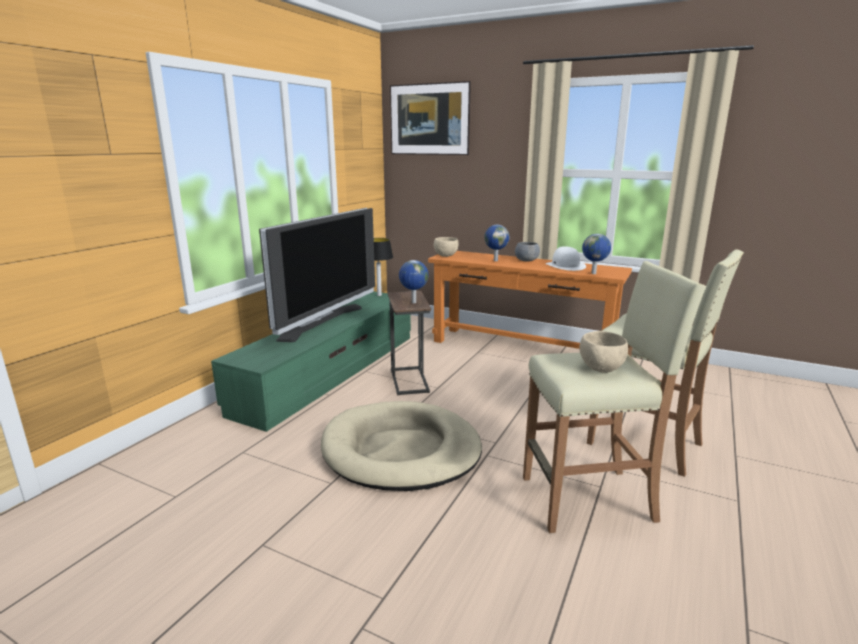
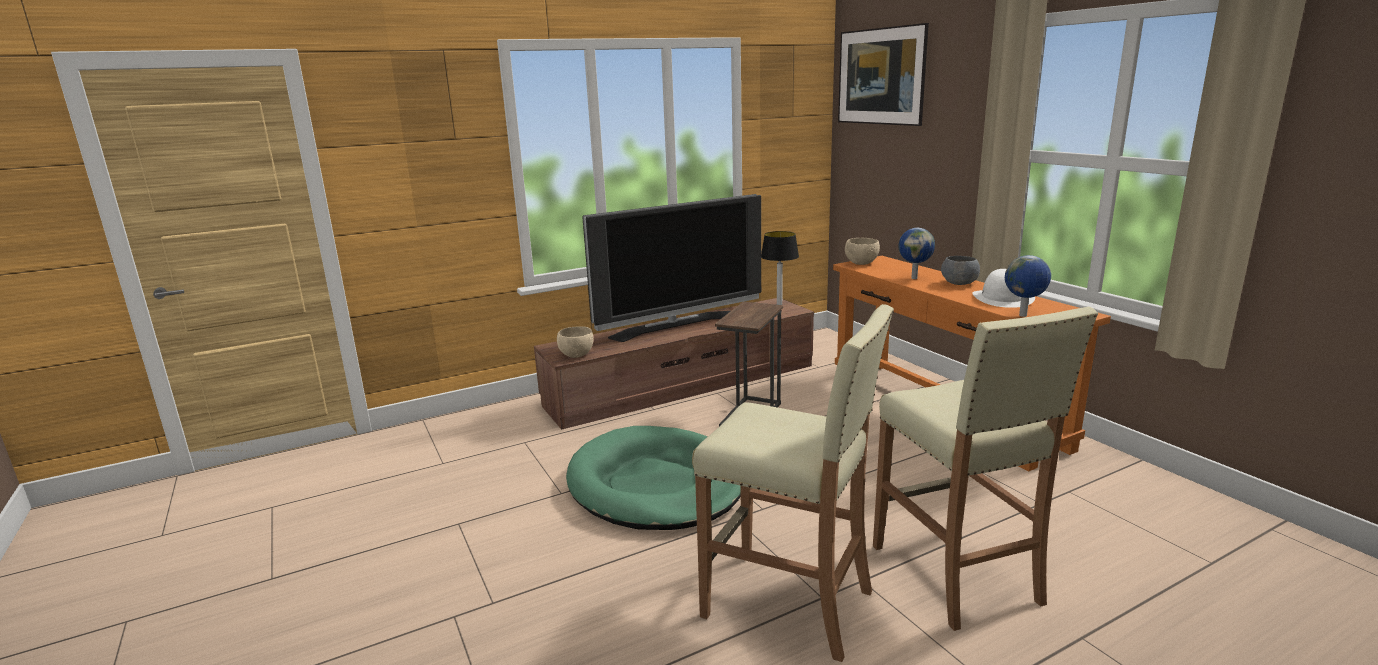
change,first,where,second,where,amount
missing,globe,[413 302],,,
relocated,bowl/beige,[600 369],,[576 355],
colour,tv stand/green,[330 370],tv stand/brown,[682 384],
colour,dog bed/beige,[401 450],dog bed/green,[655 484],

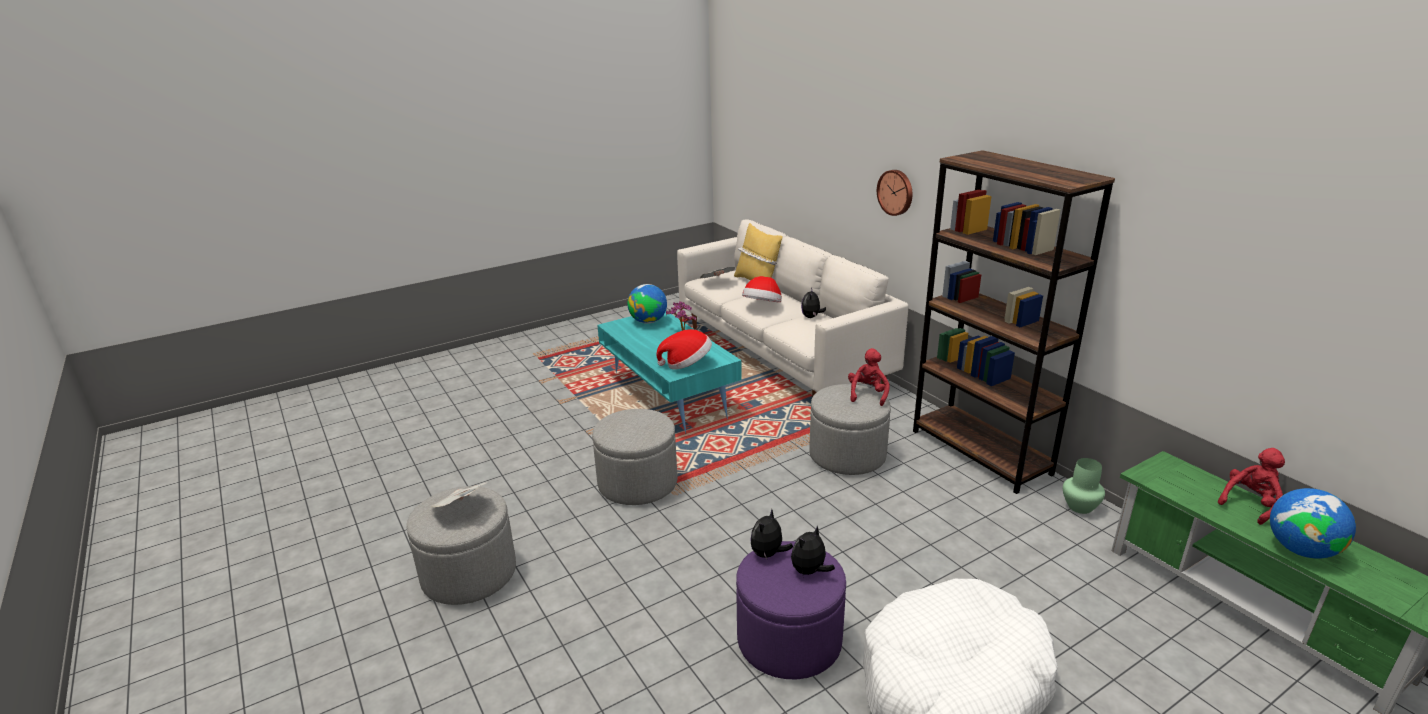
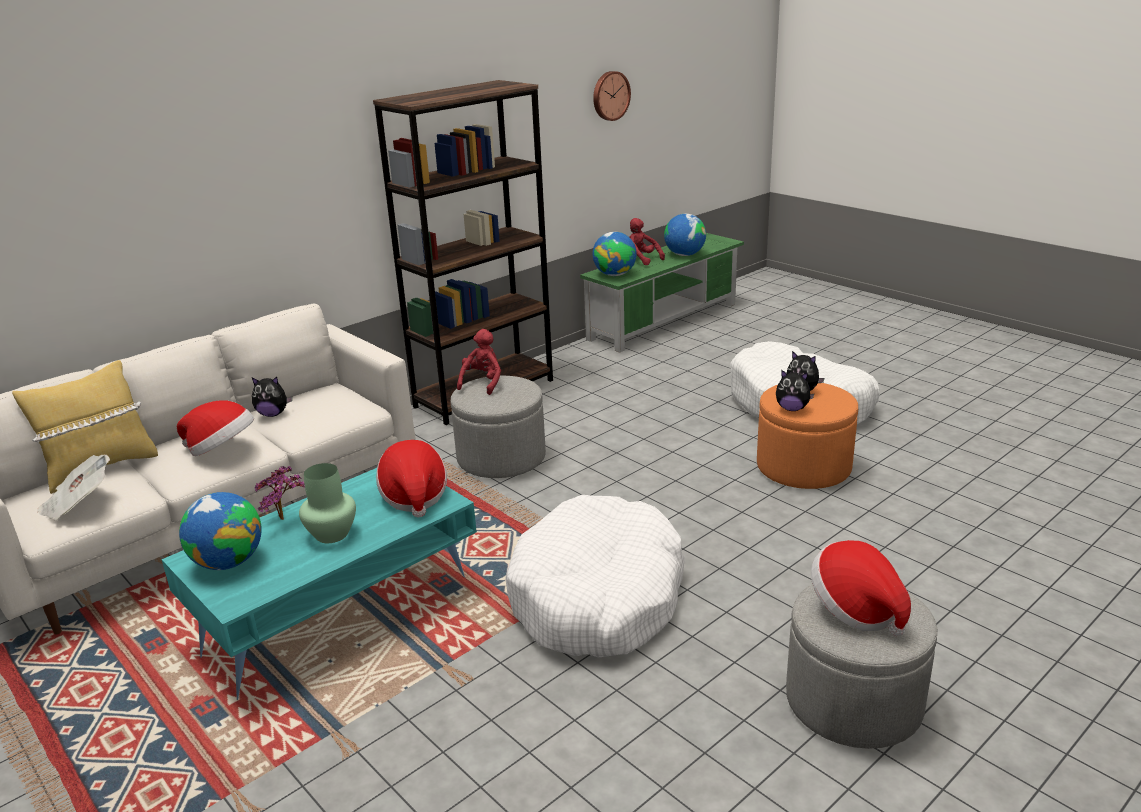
change,first,where,second,where,amount
appeared,,,globe,[615 274],
relocated,wall clock,[896 192],,[610 95],
relocated,vase/green,[1079 506],,[331 534],
exchanged,newspaper,[461 508],hat,[856 609],
exchanged,ottoman/grey,[638 483],dog bed/white,[597 597],
colour,ottoman/purple,[789 640],ottoman/orange,[803 467],
spun,plush toy/red,[867 394],,[482 383],105 degrees clockwise

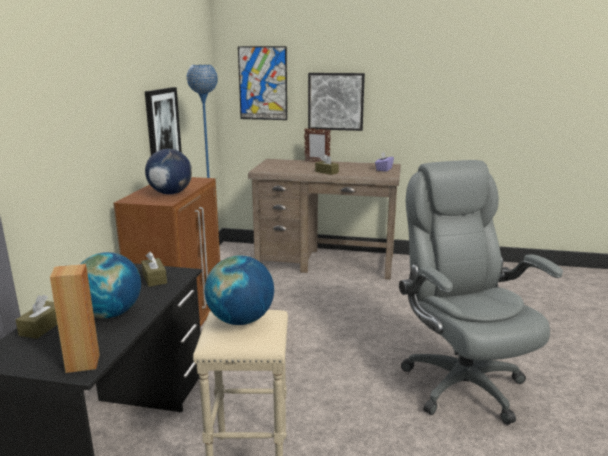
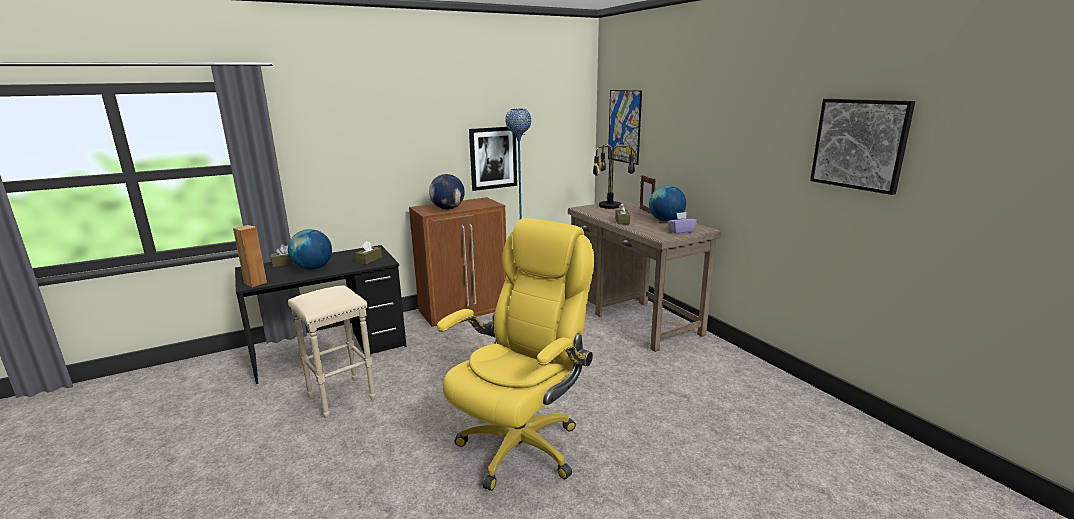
change,first,where,second,where,amount
appeared,,,table lamp,[609 206],
relocated,globe,[240 320],,[666 221],
relocated,picture,[336 101],,[859 144],
colour,office chair/grey,[461 384],office chair/yellow,[521 446],

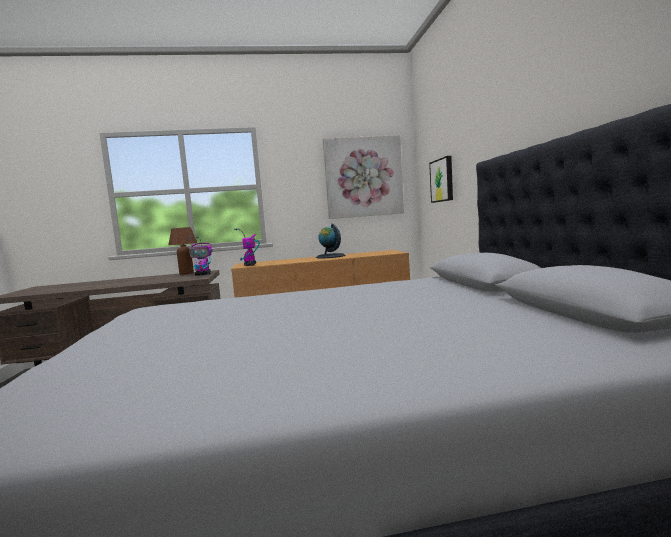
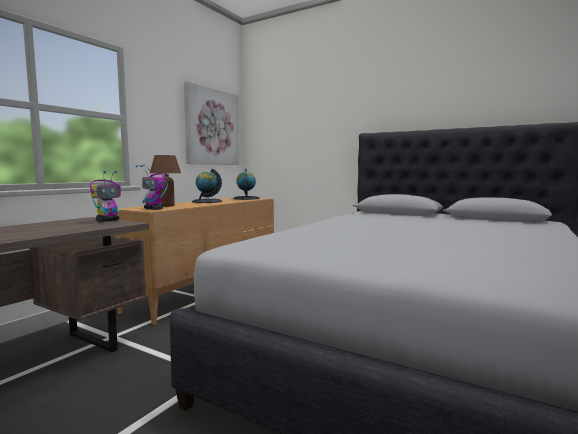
change,first,where,second,where,amount
missing,picture,[442 180],,,
appeared,,,globe,[246 198],
relocated,table lamp/brown,[186 273],,[166 206],

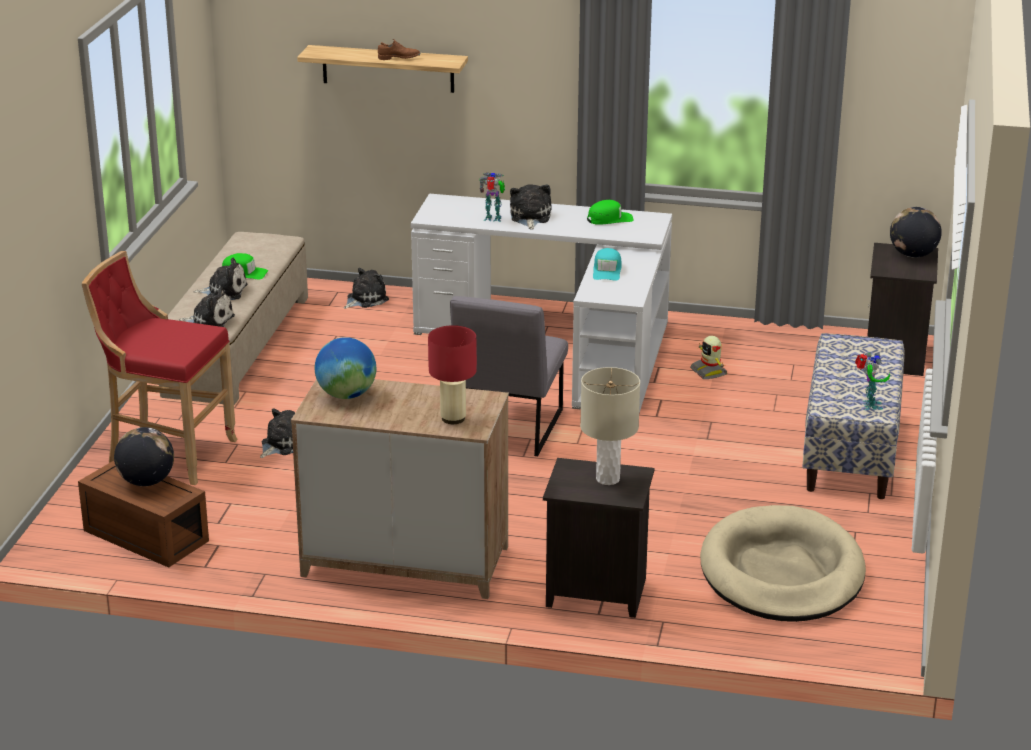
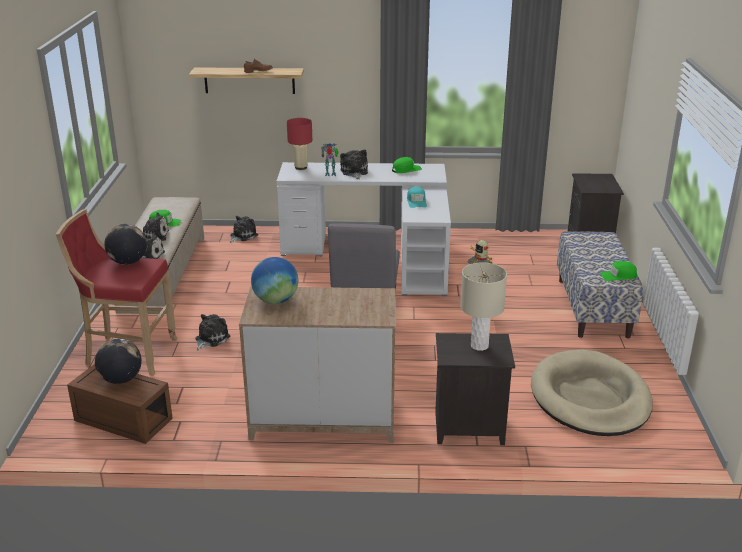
change,first,where,second,where,amount
relocated,table lamp/red,[452 419],,[300 167],
relocated,globe,[913 255],,[128 262],
exchanged,toy robot,[869 405],cap/green,[618 276],

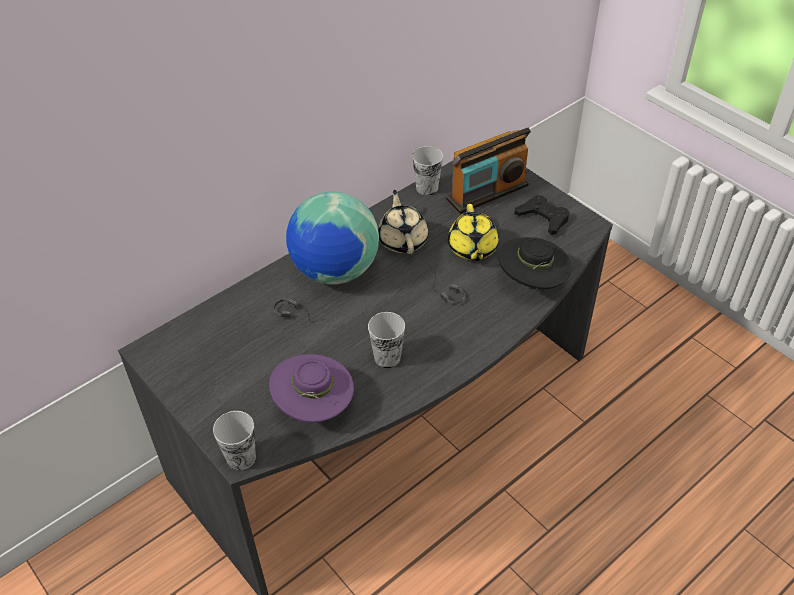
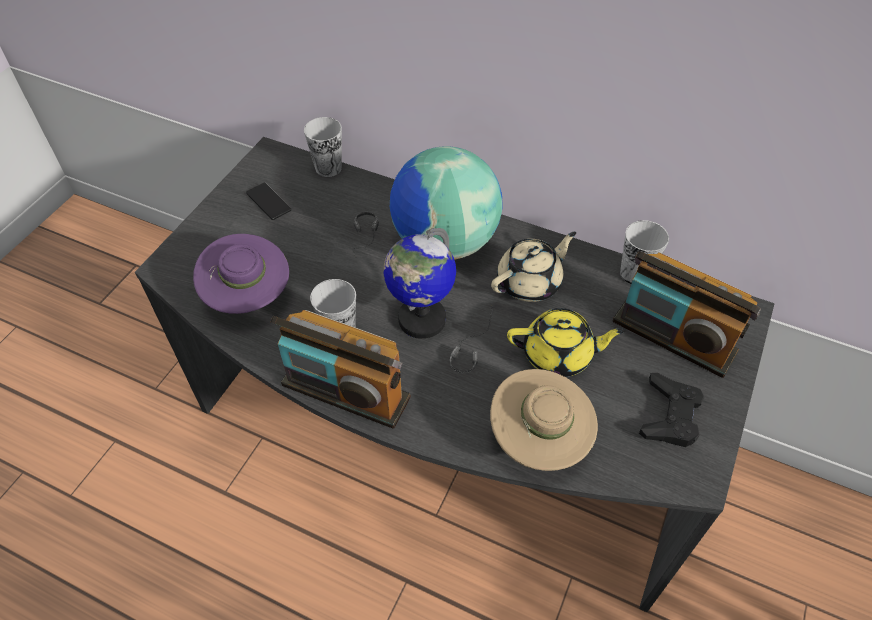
change,first,where,second,where,amount
appeared,,,phone,[268 202],
appeared,,,radio,[345 391],
appeared,,,globe,[421 319],
relocated,cup,[241 458],,[328 168],
colour,hat/black,[531 281],hat/beige,[539 439],
spun,teapot/yellow,[472 248],,[559 354],150 degrees counterclockwise

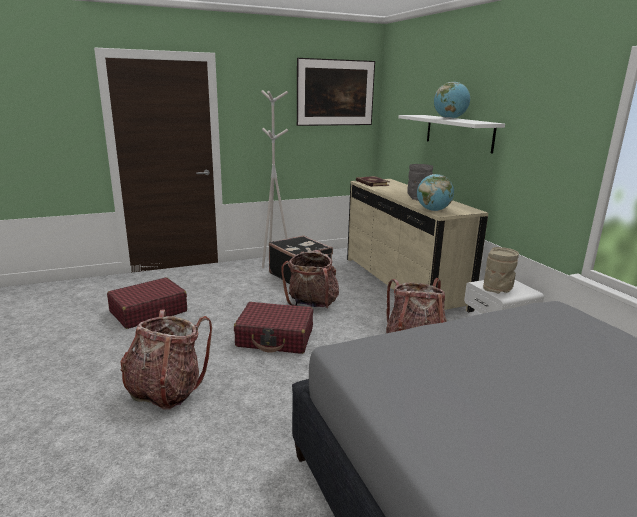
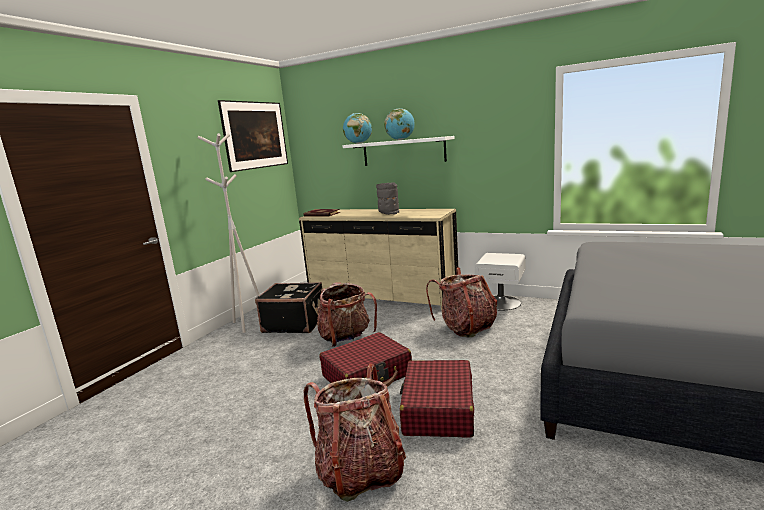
change,first,where,second,where,amount
missing,vase/beige,[498 289],,,
relocated,suitcase/red,[148 312],,[438 409],
relocated,globe,[433 210],,[358 143],

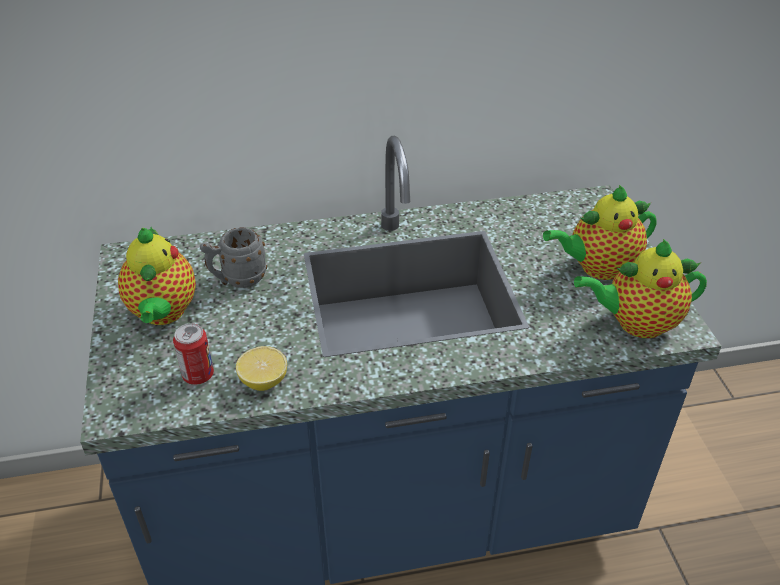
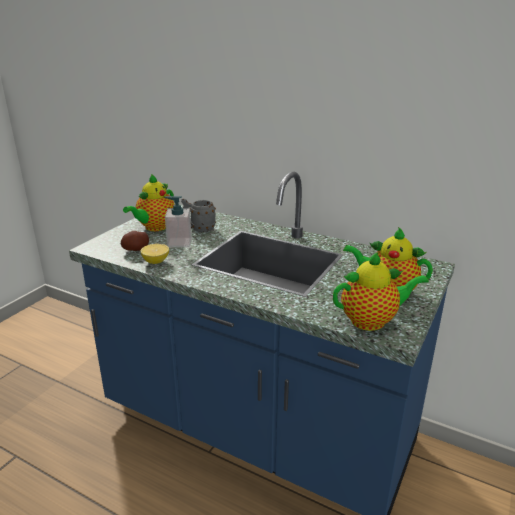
change,first,where,second,where,amount
appeared,,,soap dispenser,[179 242],
exchanged,can,[198 375],potato,[136 249],
spun,teapot,[636 323],,[372 321],135 degrees clockwise

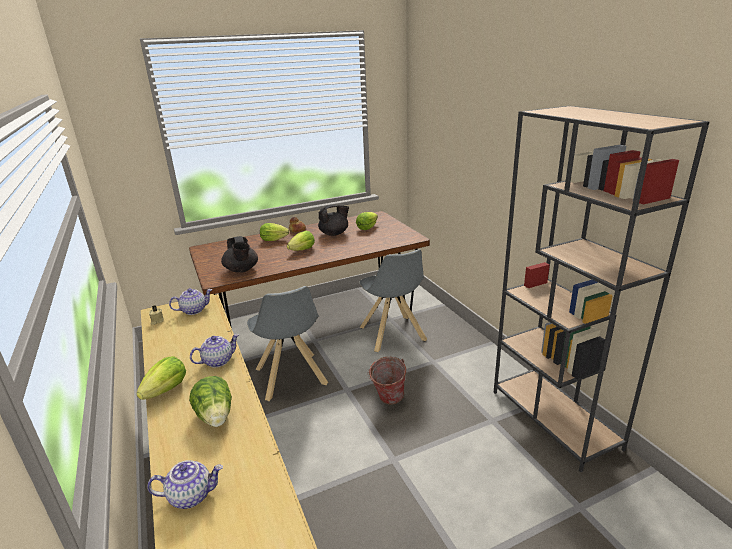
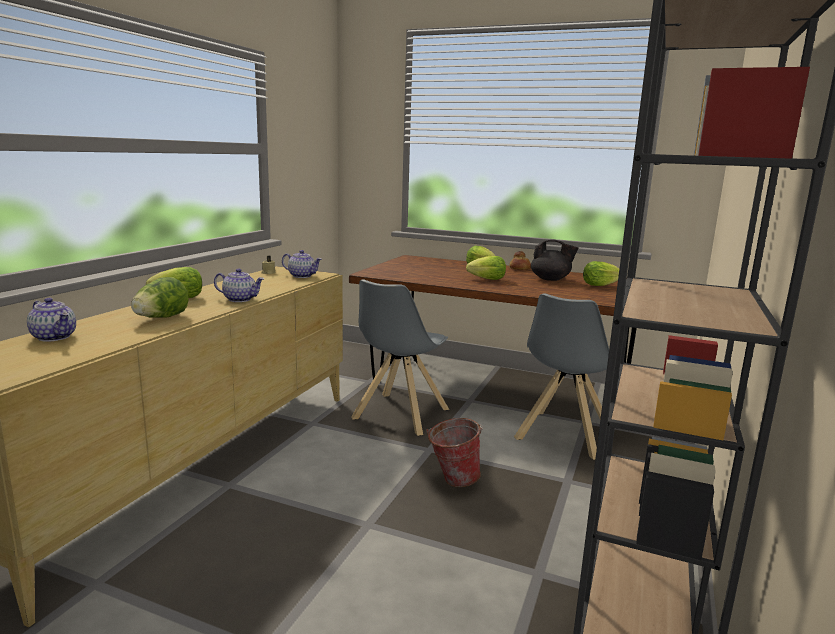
change,first,where,second,where,amount
missing,teapot/black,[241 270],,,

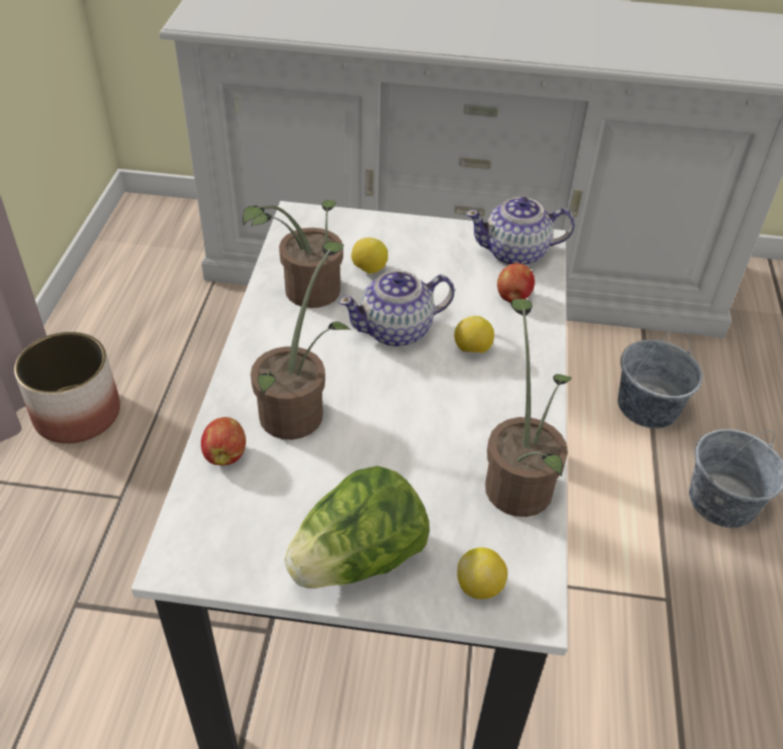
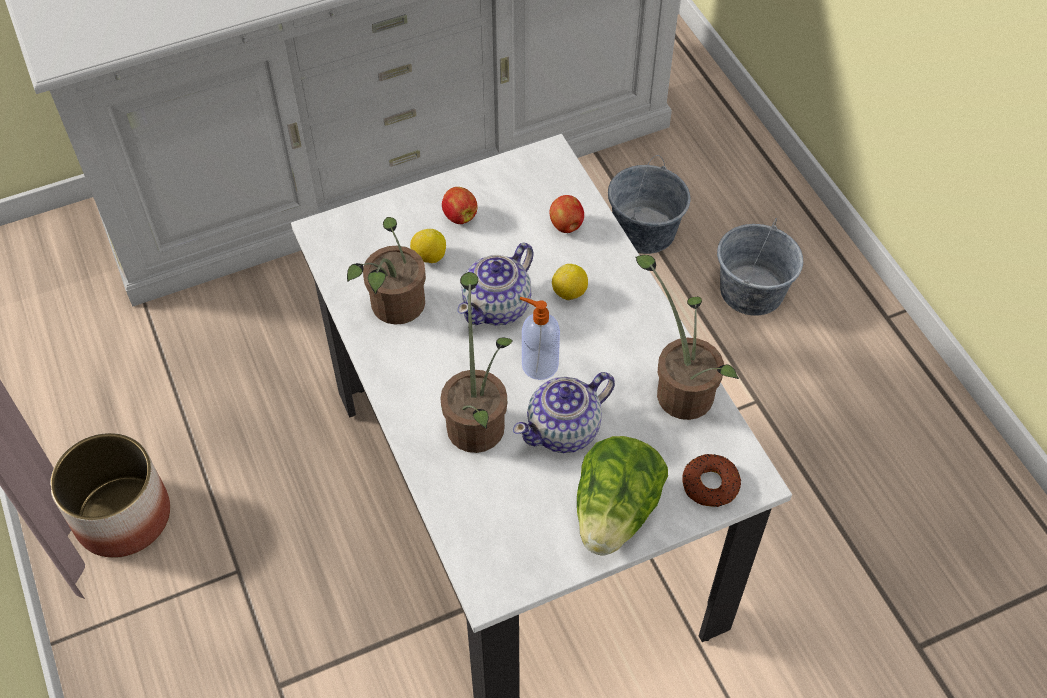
change,first,where,second,where,amount
appeared,,,soap dispenser,[538 364],
relocated,apple,[225 454],,[459 216],
relocated,teapot,[516 253],,[565 429],
exchanged,lemon,[480 586],donut,[710 484],

